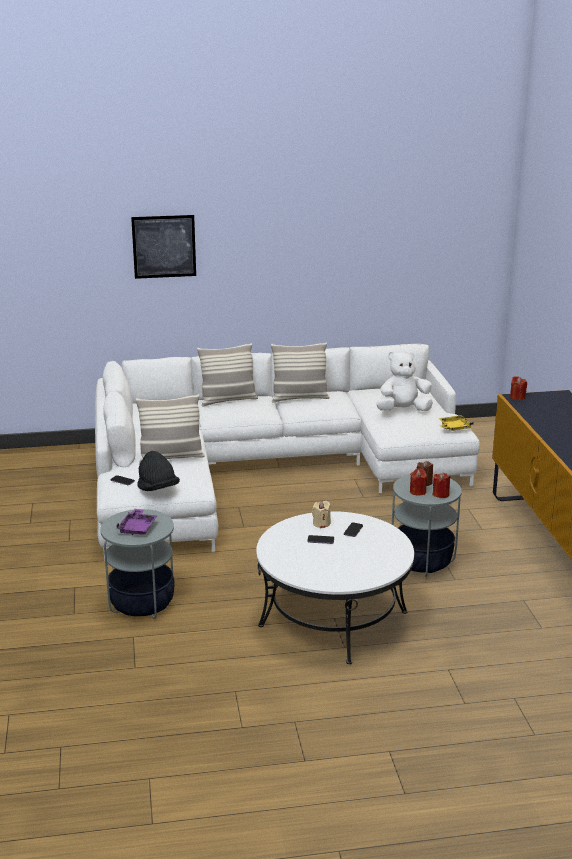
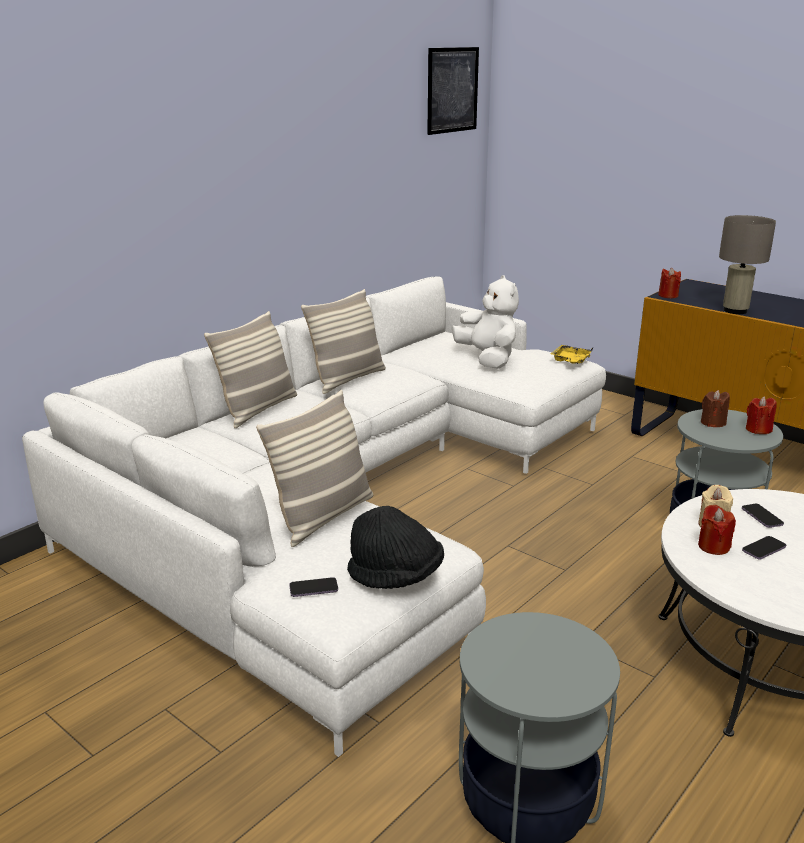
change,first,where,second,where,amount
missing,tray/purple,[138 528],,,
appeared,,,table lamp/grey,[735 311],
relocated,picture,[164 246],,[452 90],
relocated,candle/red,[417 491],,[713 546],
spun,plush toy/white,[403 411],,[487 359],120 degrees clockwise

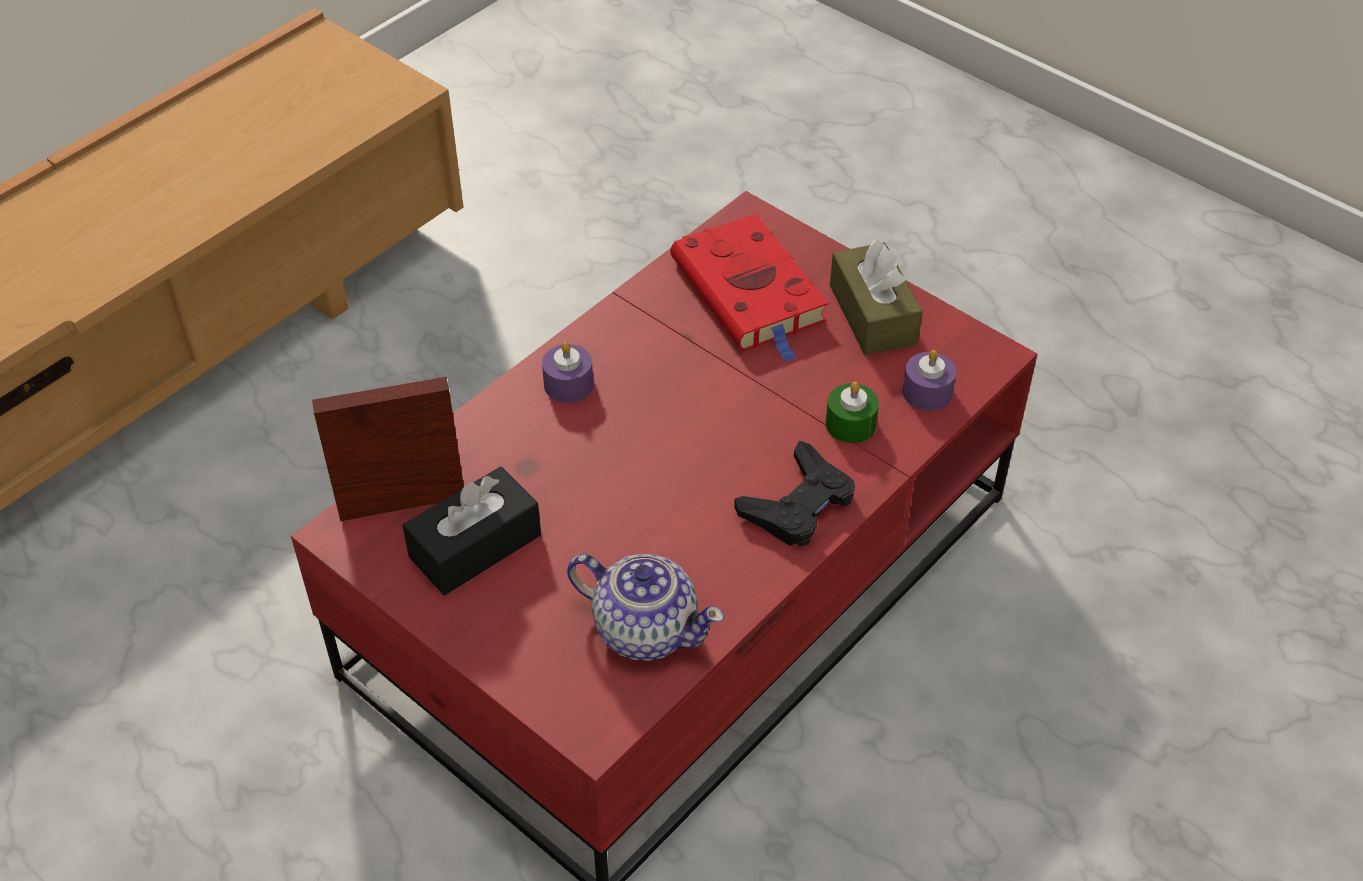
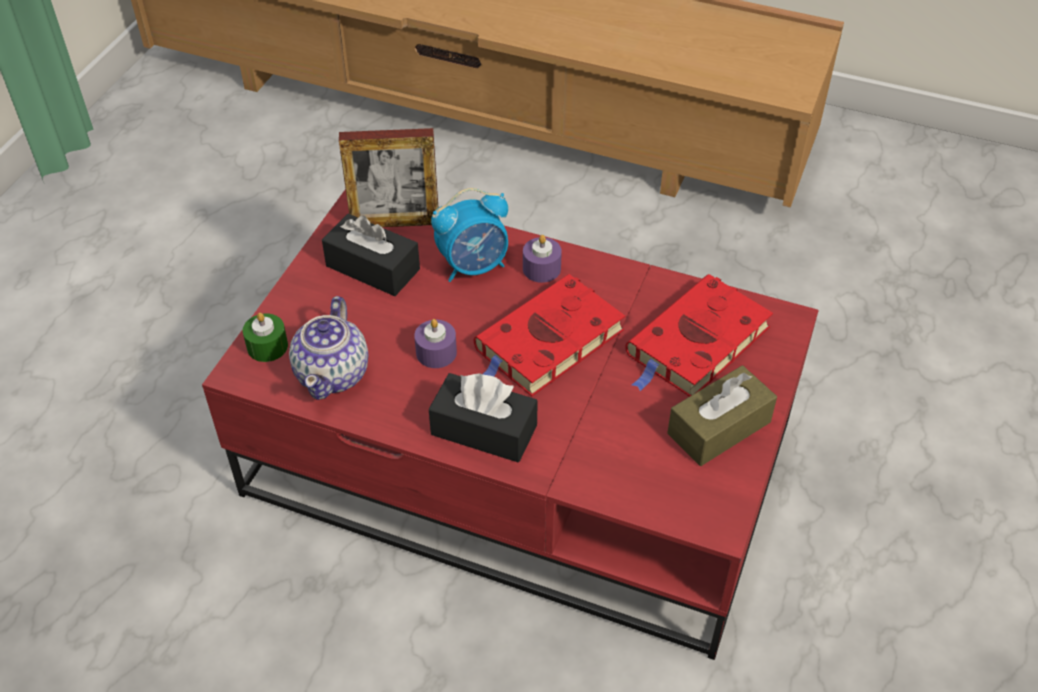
change,first,where,second,where,amount
appeared,,,alarm clock,[474 266],
appeared,,,book/red,[547 343],
relocated,candle/green,[850 424],,[267 346],
relocated,candle/purple,[927 392],,[436 352],
exchanged,game controller/black,[798 504],tissue box/black,[484 430],
spun,picture frame,[402 503],,[395 222],120 degrees clockwise

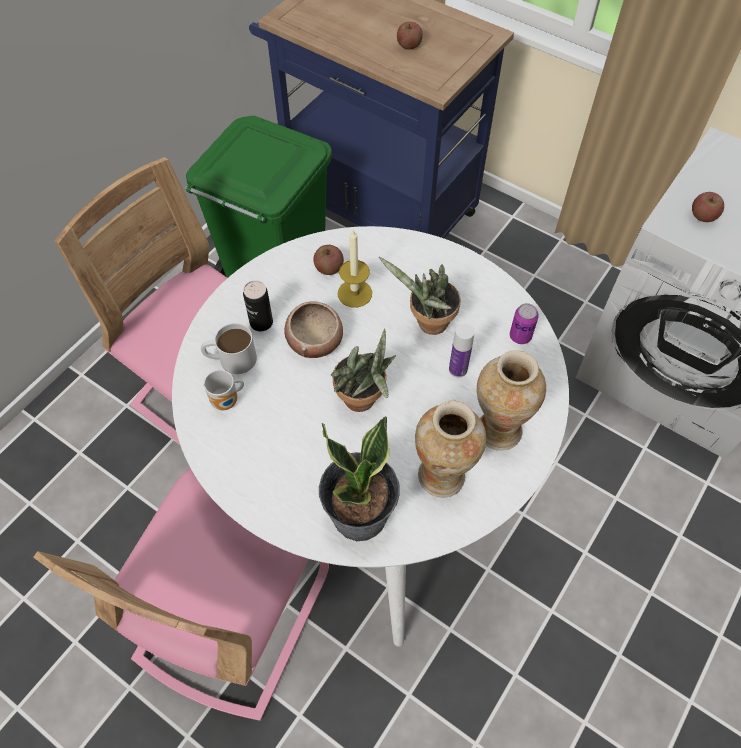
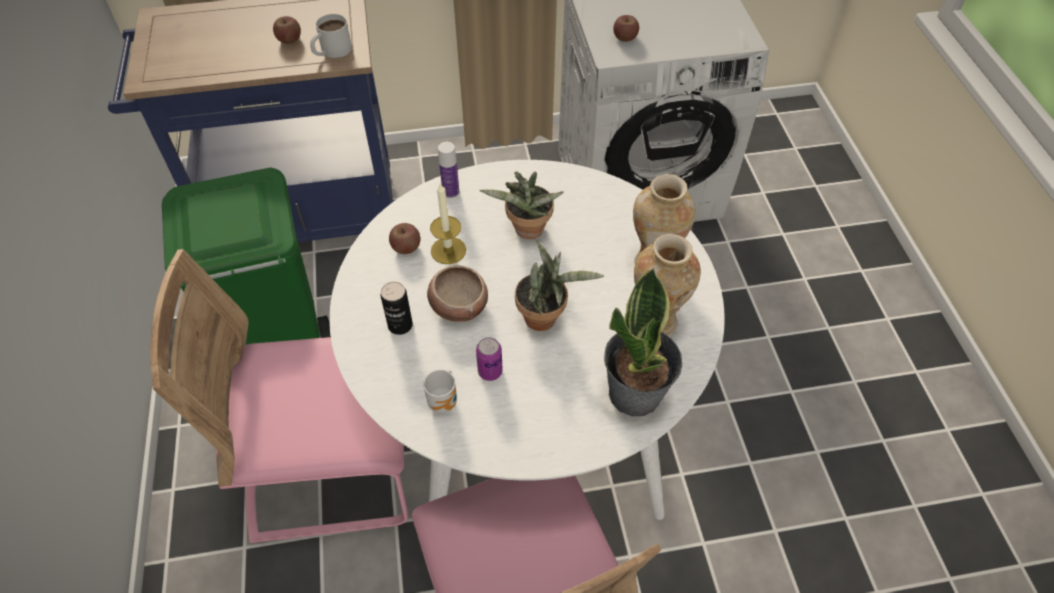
change,first,where,second,where,amount
relocated,mug/white,[230 359],,[331 51],
relocated,bottle,[458 369],,[451 192],
relocated,can,[520 336],,[490 371],

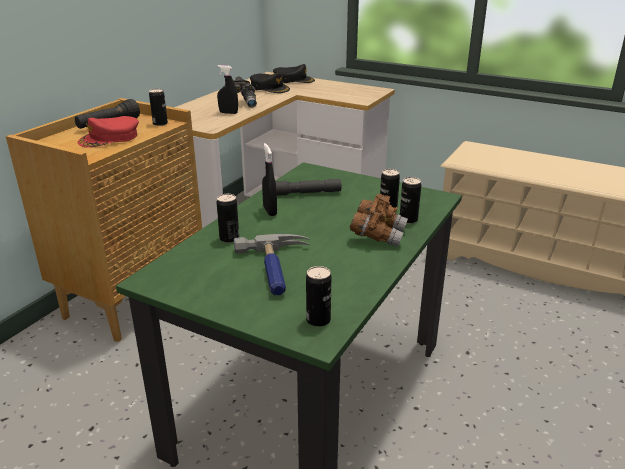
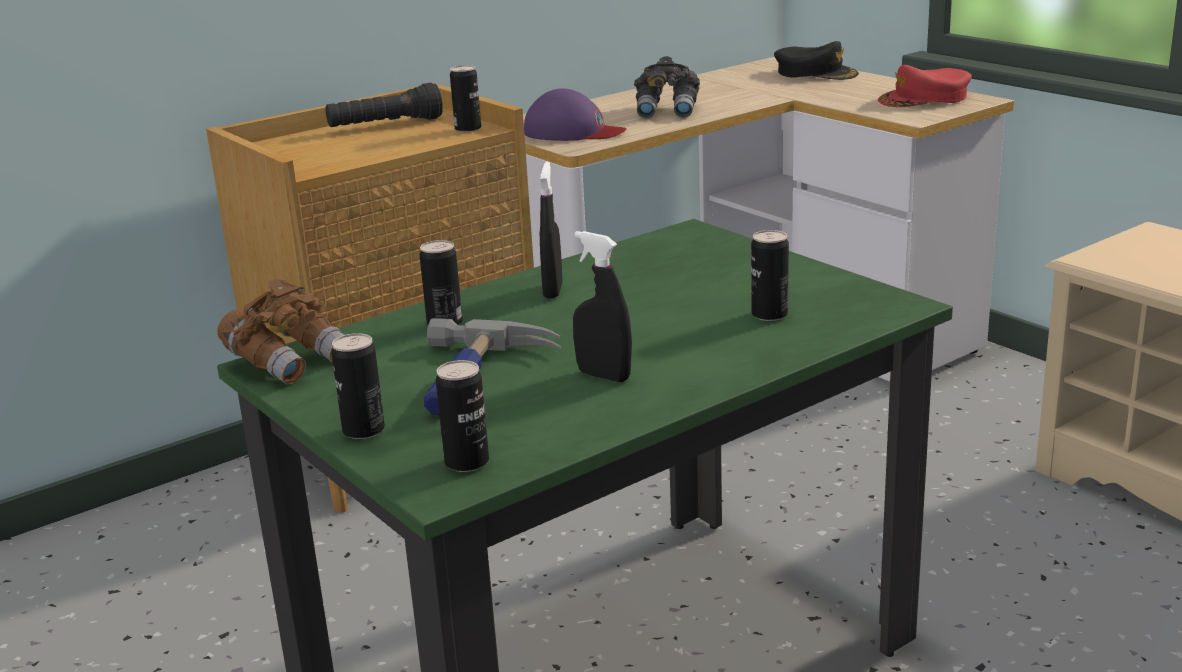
change,first,where,second,where,amount
missing,cap/black,[270 88],,,
missing,flashlight/grey,[304 193],,,
appeared,,,cap/purple,[573 132],
relocated,cap/red,[110 138],,[924 99],
relocated,spray bottle/black,[228 113],,[604 376],
relocated,binoculars/brown,[377 235],,[290 361],
relocated,can,[408 219],,[364 430],

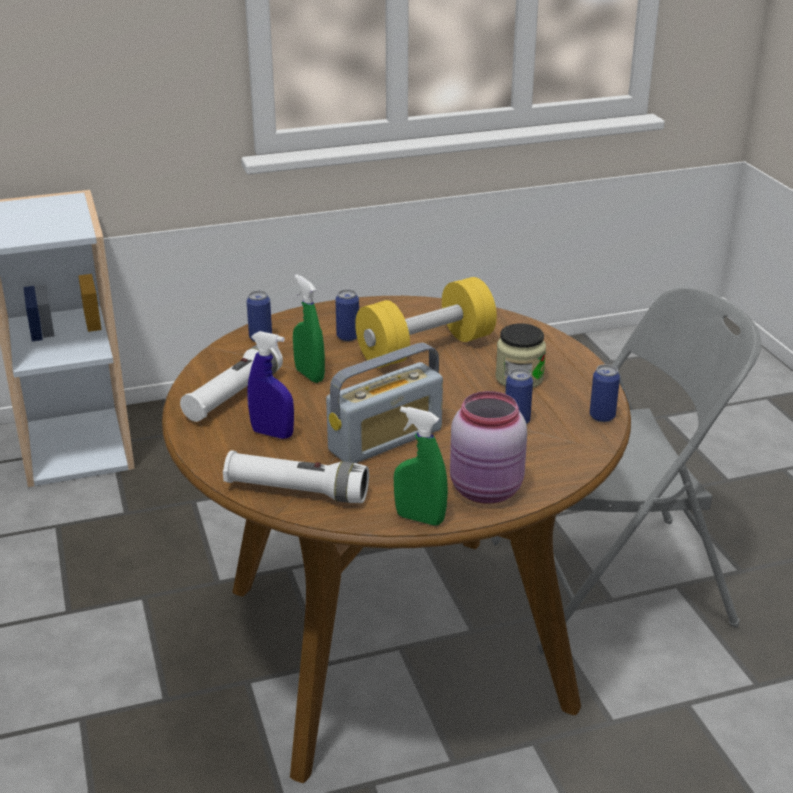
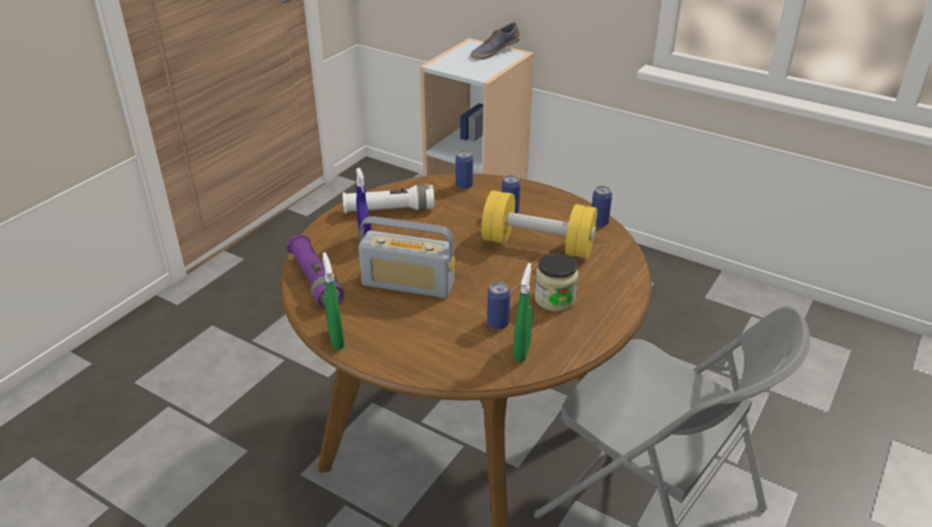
change,first,where,second,where,amount
missing,jar/pink,[487 491],,,
appeared,,,shoe,[494 52],
relocated,spray bottle/green,[309 375],,[522 351],
relocated,can,[602 416],,[599 223],
colour,flashlight/white,[297 491],flashlight/purple,[315 281],

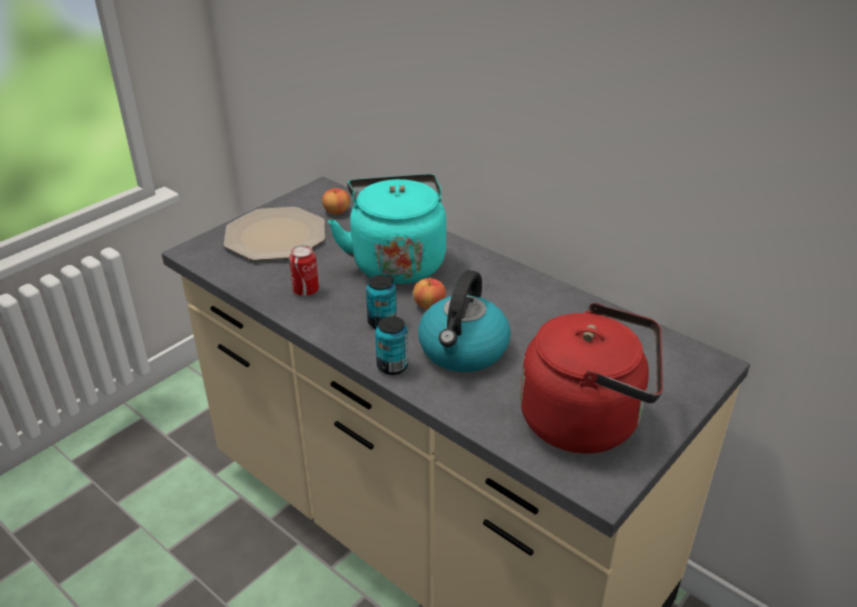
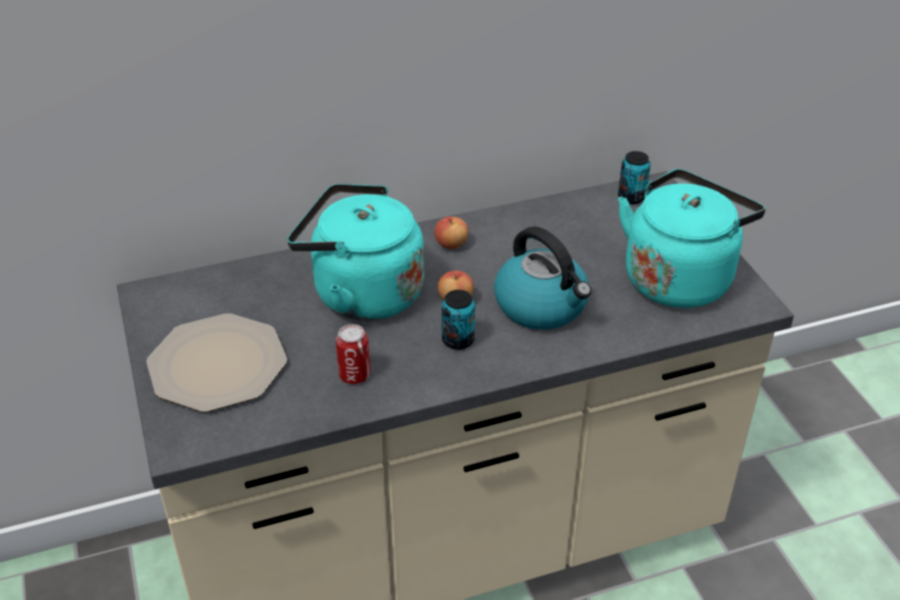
change,first,where,second,where,amount
relocated,apple,[336 211],,[451 244],
relocated,can,[392 366],,[631 197],
colour,kettle/red,[587 420],kettle/turquoise,[680 277],

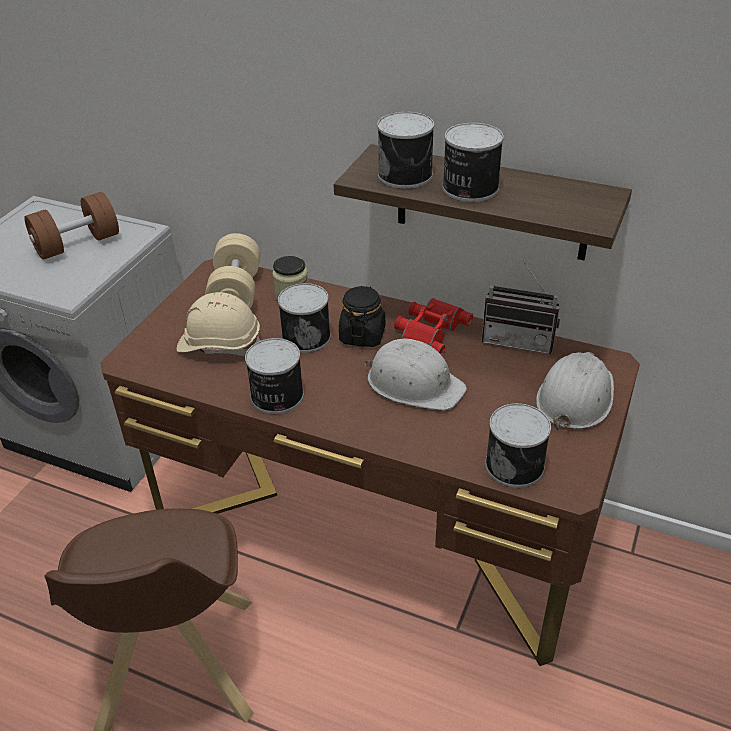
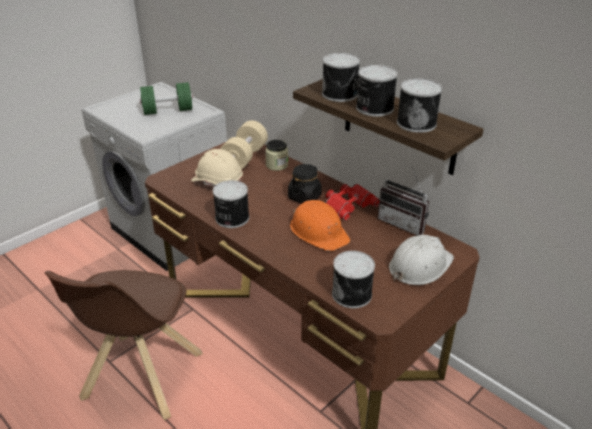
change,first,where,second,where,amount
relocated,can,[306 336],,[417 123],
colour,dumbbell/brown,[77 244],dumbbell/green,[168 111],
colour,hard hat/white,[414 383],hard hat/orange,[319 231],

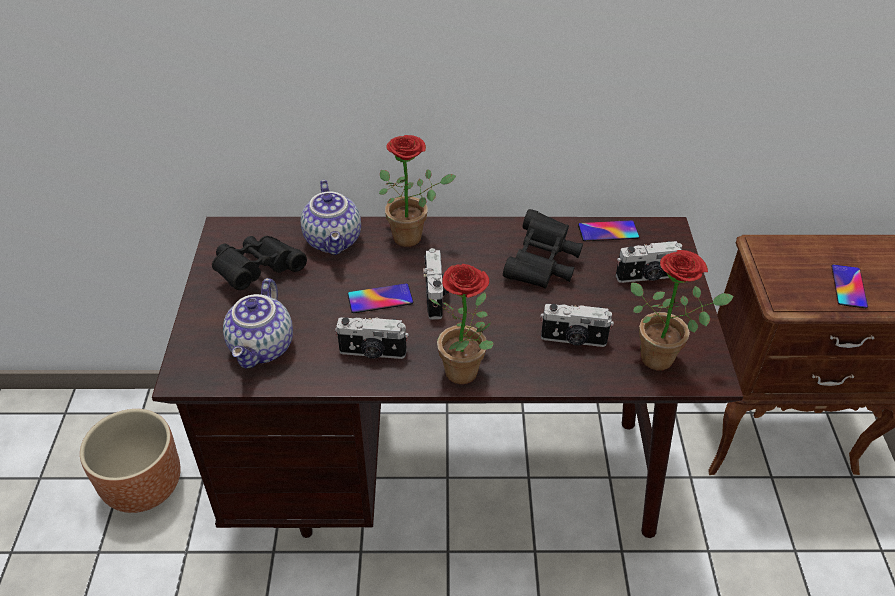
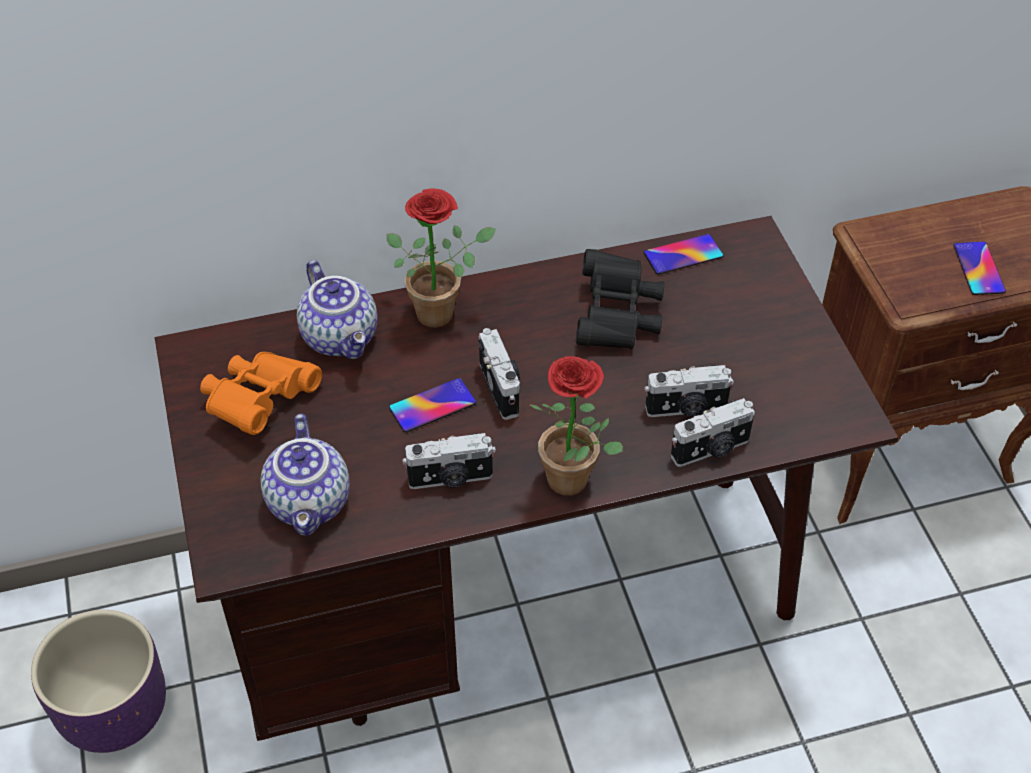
change,first,where,second,where,amount
missing,potted plant,[663 356],,,
relocated,photo camera,[646 277],,[711 450],
colour,planter/brown,[144 486],planter/purple,[115 711],
colour,binoculars/black,[257 272],binoculars/orange,[259 402],

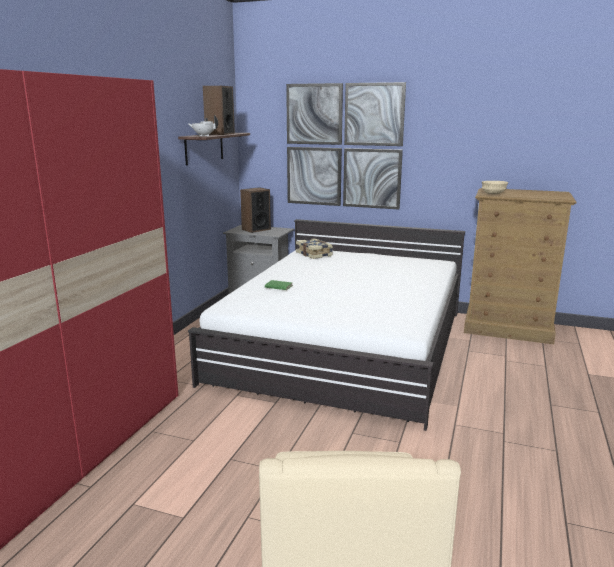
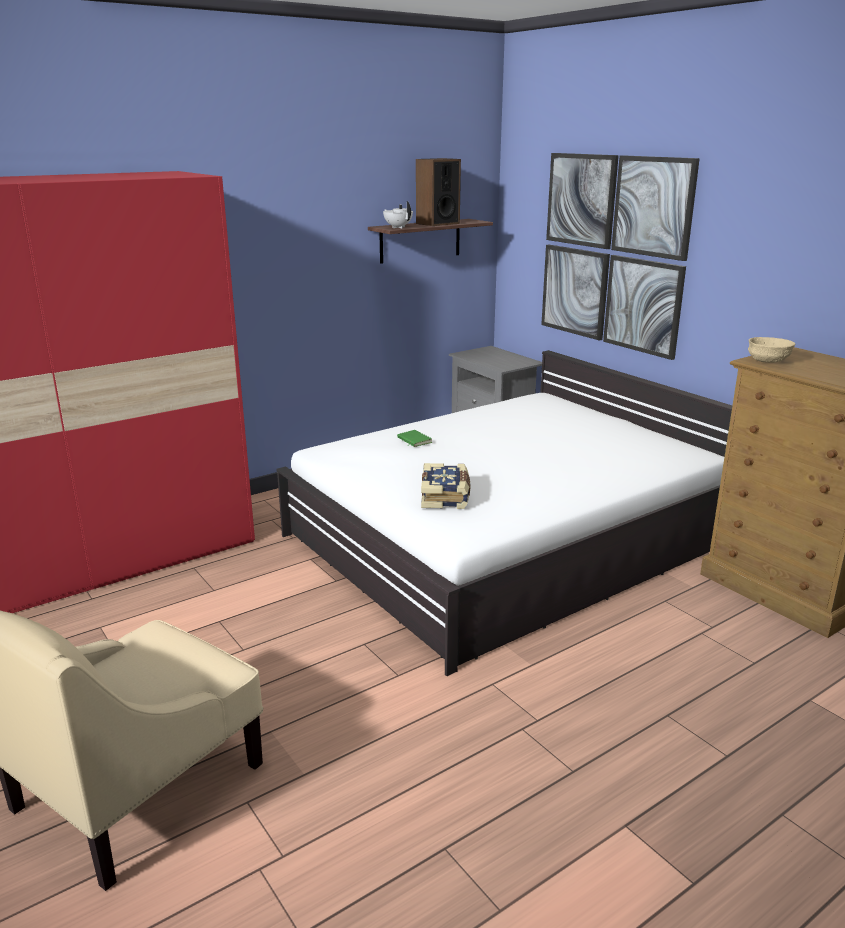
change,first,where,second,where,amount
missing,speaker,[256 229],,,
relocated,book,[314 254],,[446 496],

